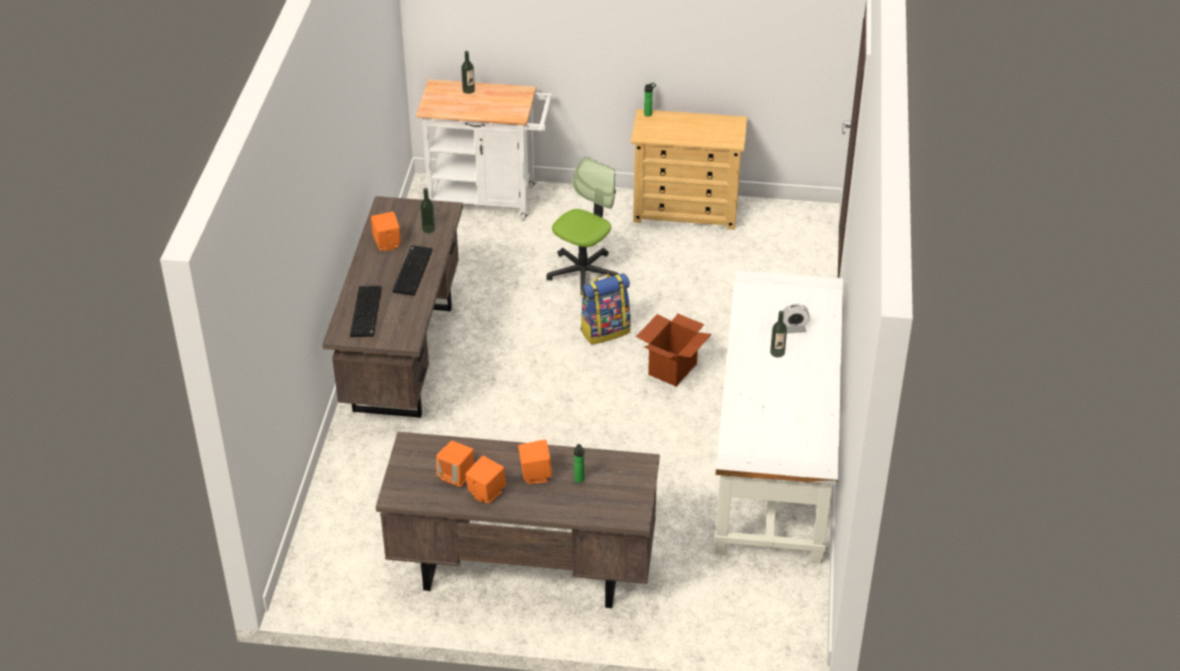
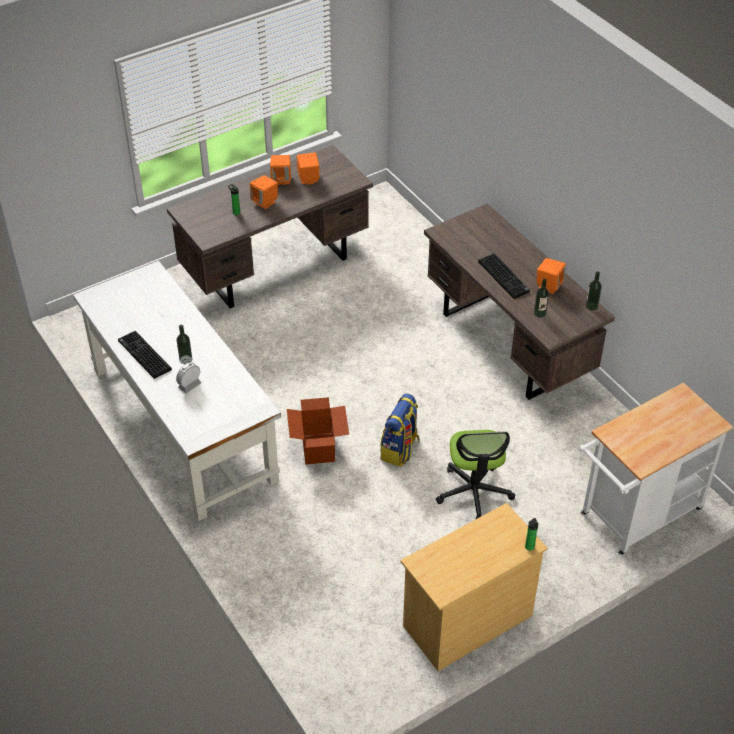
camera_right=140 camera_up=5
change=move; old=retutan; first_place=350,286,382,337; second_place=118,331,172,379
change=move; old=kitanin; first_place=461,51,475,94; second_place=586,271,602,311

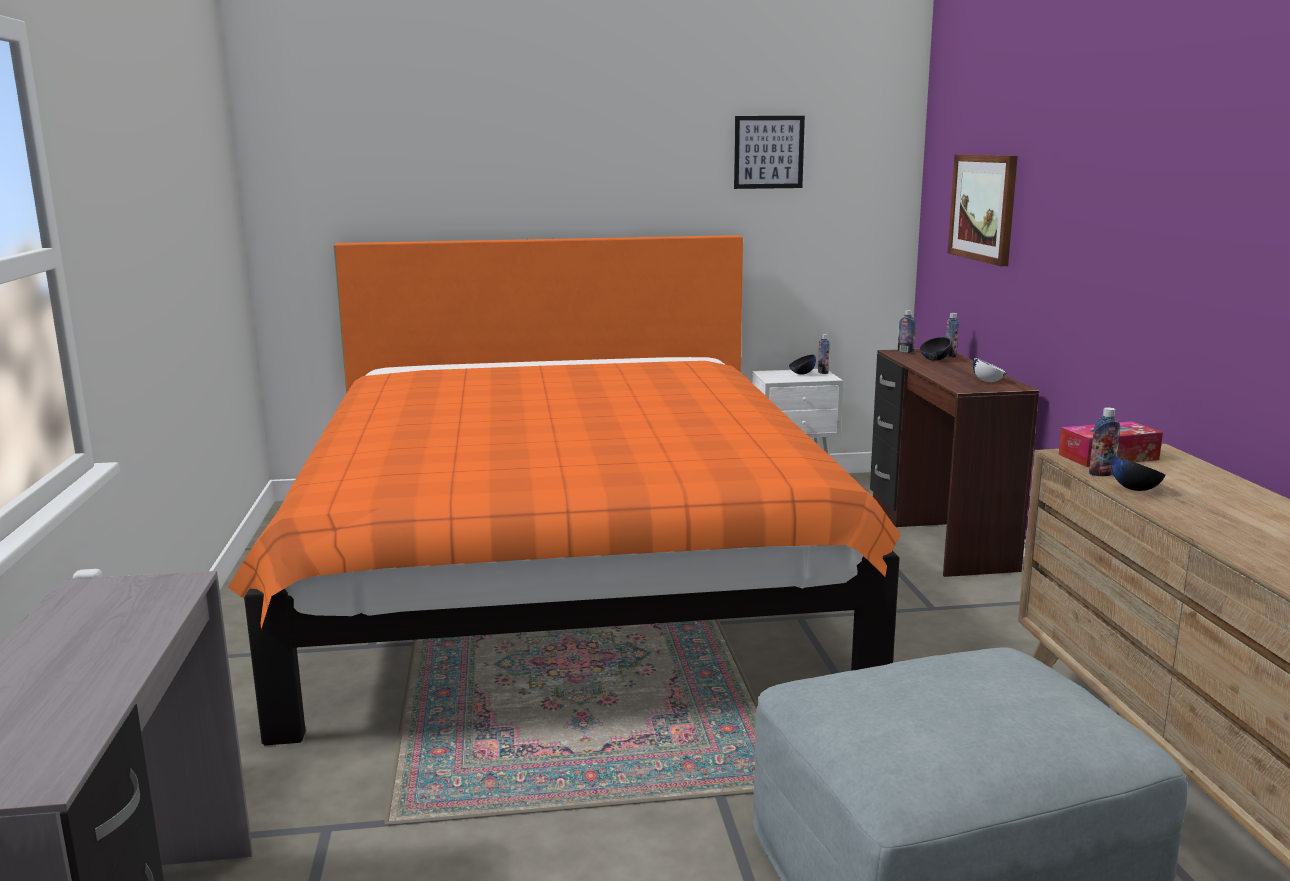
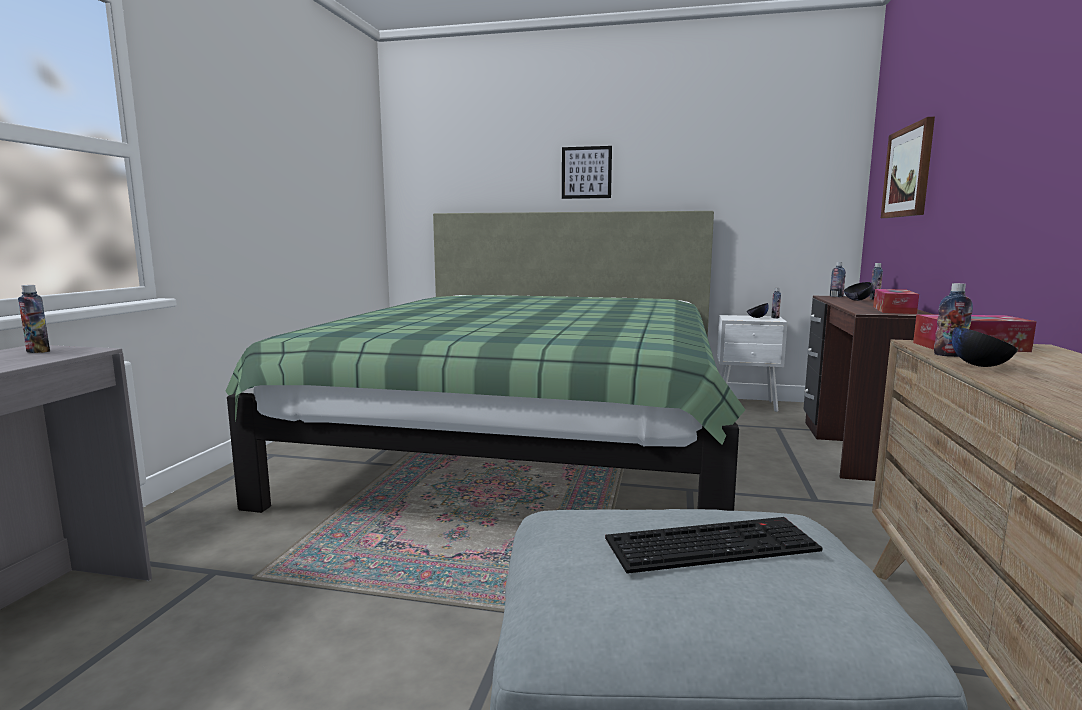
camera_right=20 camera_up=-5
change=insert; new=kitanin; second_place=18,285,50,353
change=insert; new=retutan; second_place=605,517,822,574
change=move; old=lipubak; first_place=734,116,805,189; second_place=562,146,612,199
change=replace; old=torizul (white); new=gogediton; first_place=973,358,1007,382; second_place=873,289,919,314
change=recolor; old=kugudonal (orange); new=kugudonal (green); first_place=228,235,901,745; second_place=225,211,745,513

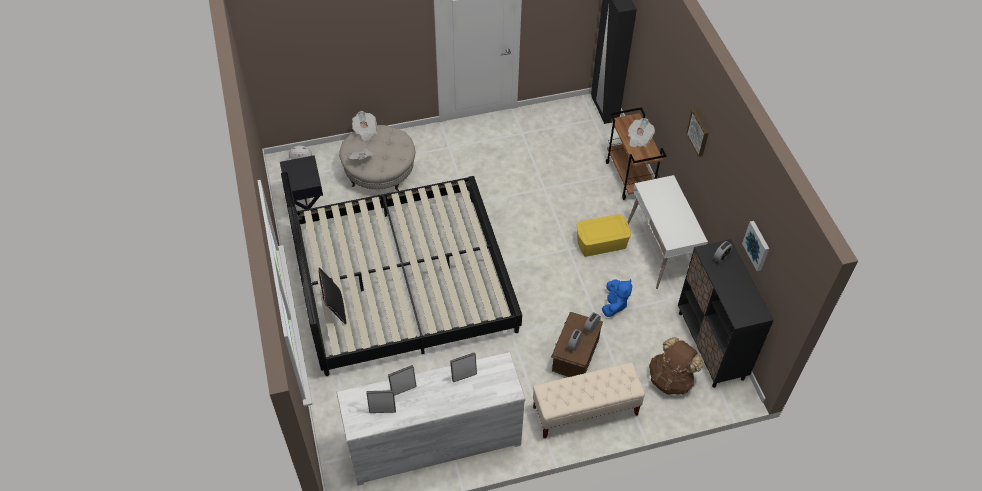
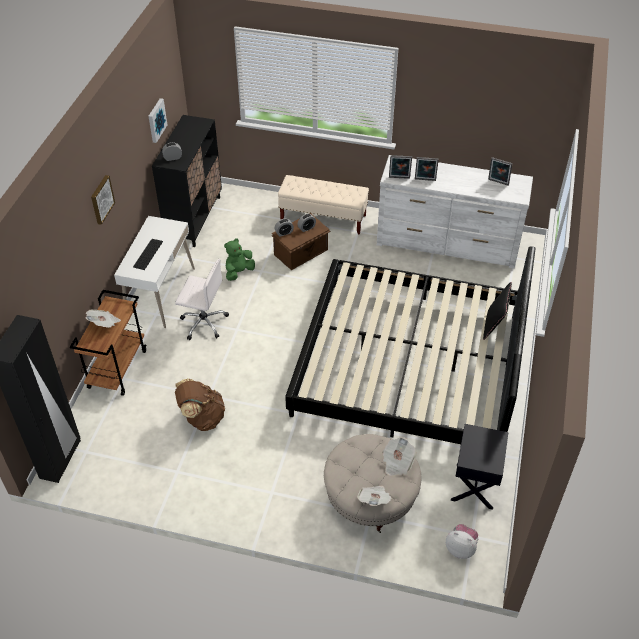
camera_right=-150 camera_up=-5
change=insert; new=retutan; second_place=133,239,163,270
change=move; old=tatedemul; first_place=388,365,417,396; second_place=389,155,412,179
change=move; old=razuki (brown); first_place=649,337,704,395; second_place=175,378,225,431
change=replace; old=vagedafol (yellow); new=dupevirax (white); first_place=577,214,631,257; second_place=175,259,229,340
change=recolor; old=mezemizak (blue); new=mezemizak (green); first_place=602,279,632,317; second_place=224,238,255,281

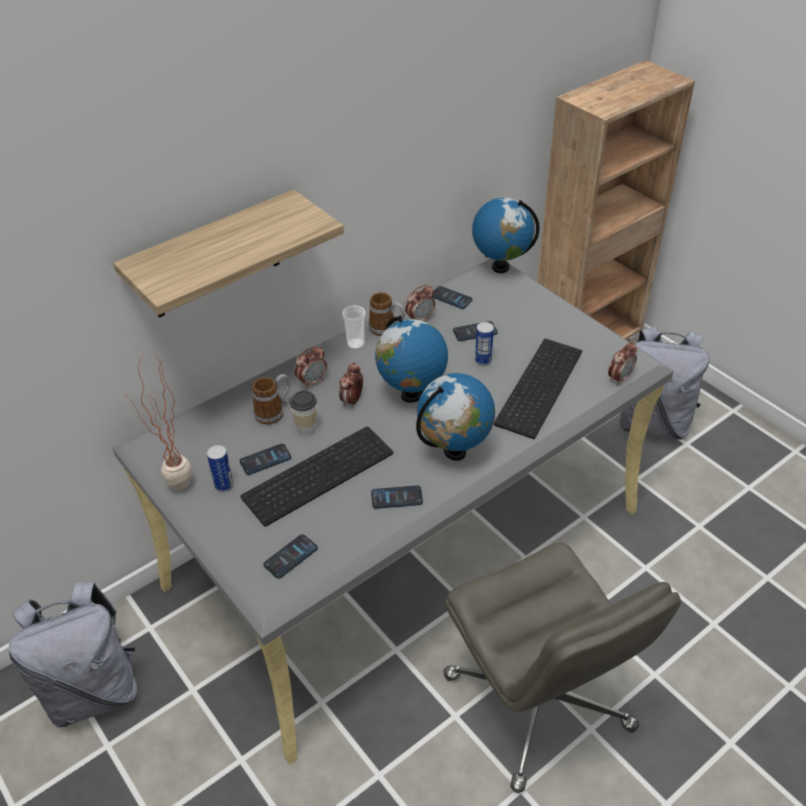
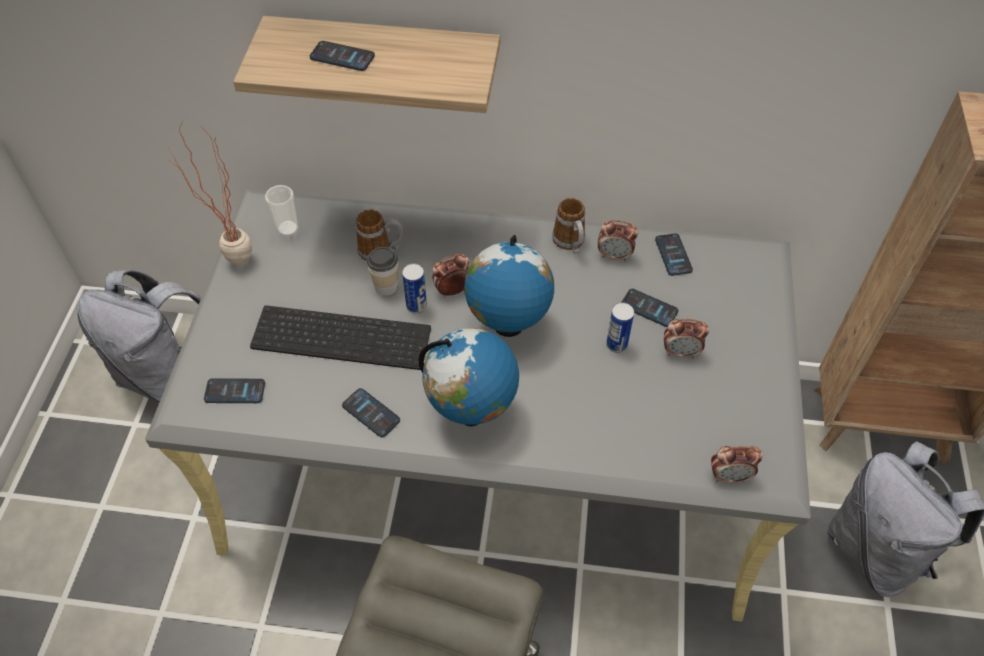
camera_right=45 camera_up=10
change=delete; old=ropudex; first_place=472,198,540,273
change=delete; old=retutan; first_place=494,339,582,439
change=move; old=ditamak; first_place=207,445,234,492; second_place=402,263,427,314
change=move; old=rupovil; first_place=240,444,291,475; second_place=310,41,375,71
change=move; old=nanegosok; first_place=295,346,327,389; second_place=664,319,709,358
change=move; old=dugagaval; first_place=342,305,366,350; second_place=265,185,298,236

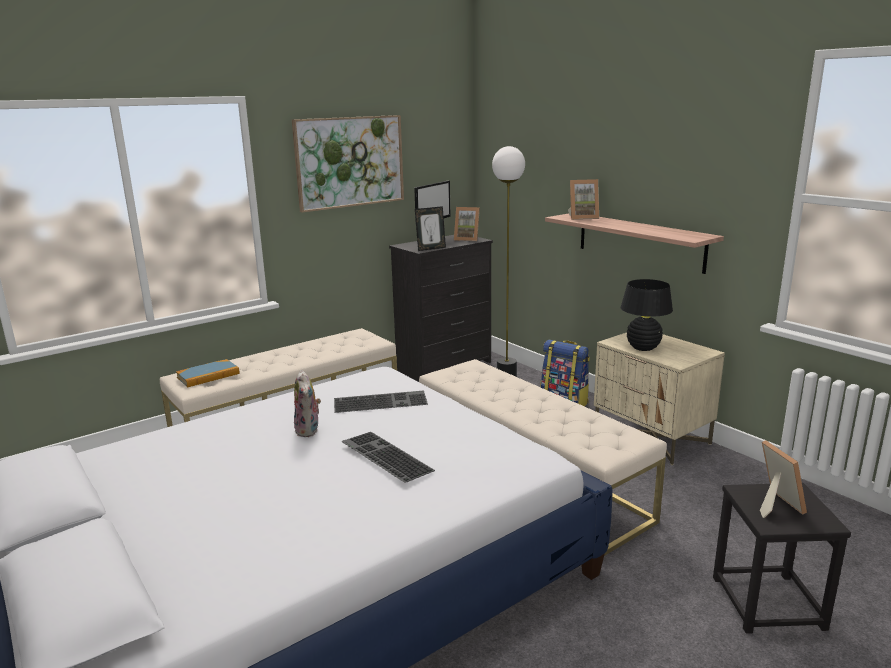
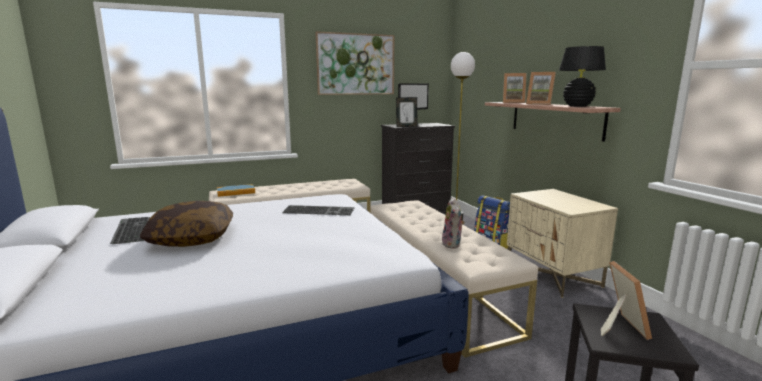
camera_right=15 camera_up=-5
change=insert; new=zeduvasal; second_place=140,201,233,247
change=move; old=mezemizak; first_place=294,370,321,437; second_place=442,197,465,248
change=move; old=retutan; first_place=341,432,435,483; second_place=110,217,150,244
change=move; old=tatedemul; first_place=454,207,480,241; second_place=526,72,556,105
change=move; old=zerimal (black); first_place=620,279,673,351; second_place=559,46,606,107

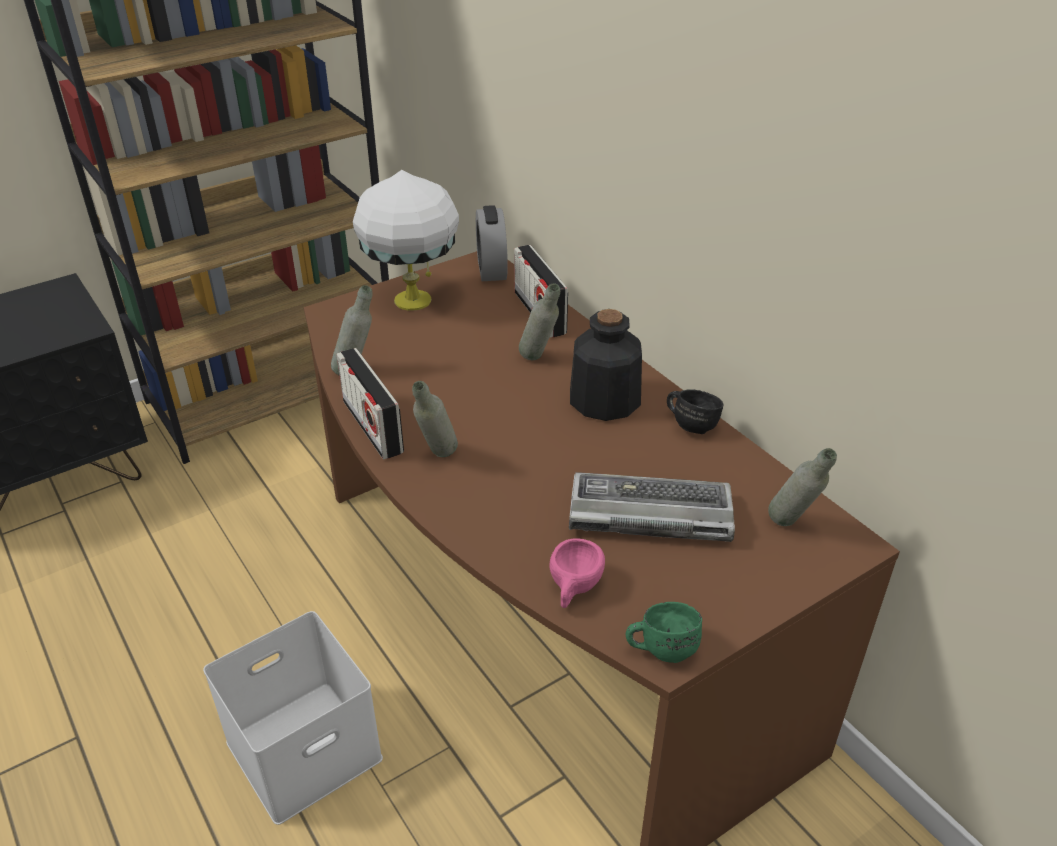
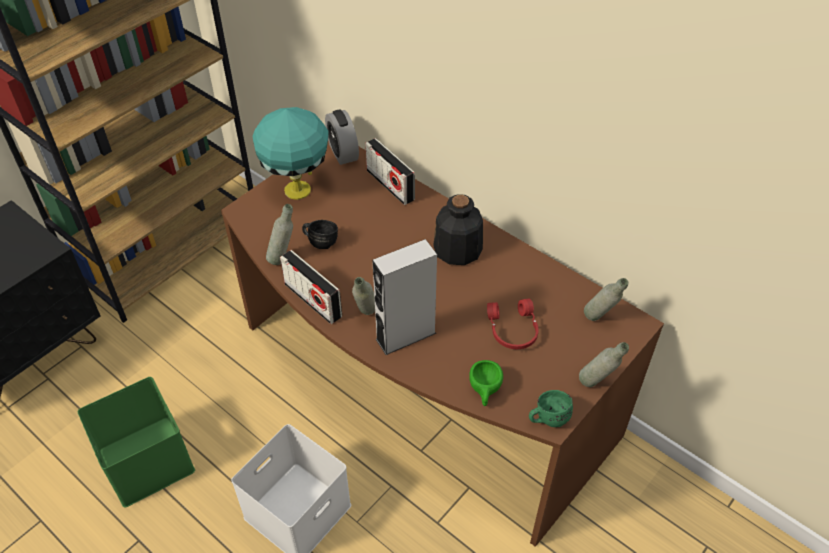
camera_right=-15 camera_up=10
change=insert; new=vagedafol (green); second_place=78,377,195,508
change=insert; new=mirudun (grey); second_place=373,239,437,355
change=move; old=kitanin (grey); first_place=519,283,560,360; second_place=579,342,629,387
change=move; old=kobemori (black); first_place=667,390,723,434; second_place=302,220,338,249
change=replace; old=retutan; new=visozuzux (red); first_place=569,472,735,542; second_place=487,299,539,349
change=recolor; old=zerimal (white); new=zerimal (turquoise); first_place=353,170,459,311; second_place=252,107,329,200
change=recolor; old=dugagaval (pink); new=dugagaval (green); first_place=549,538,605,608; second_place=469,360,503,406

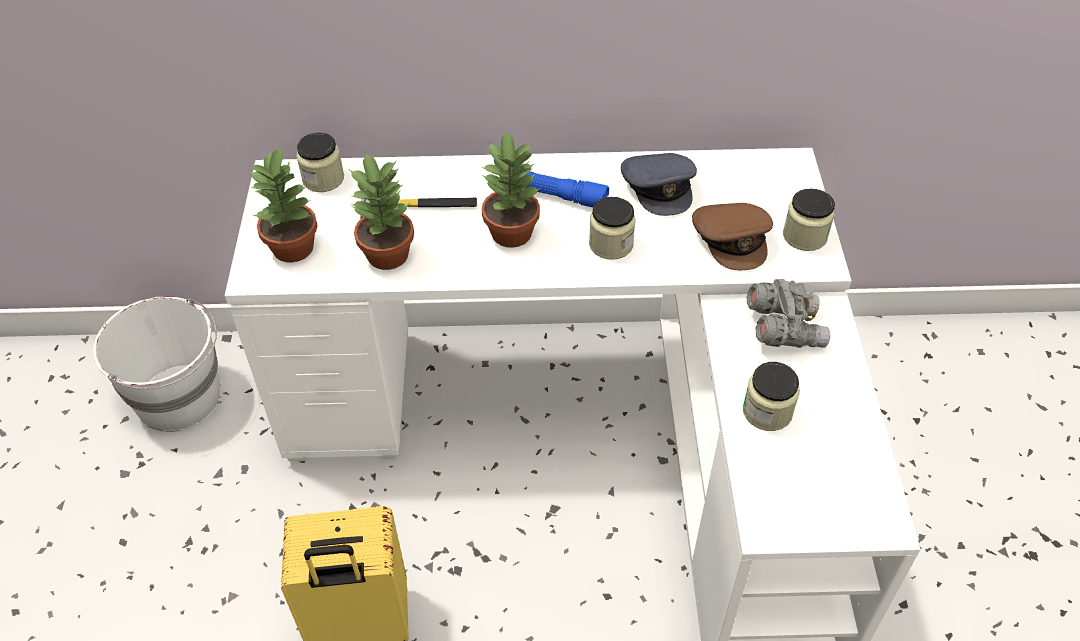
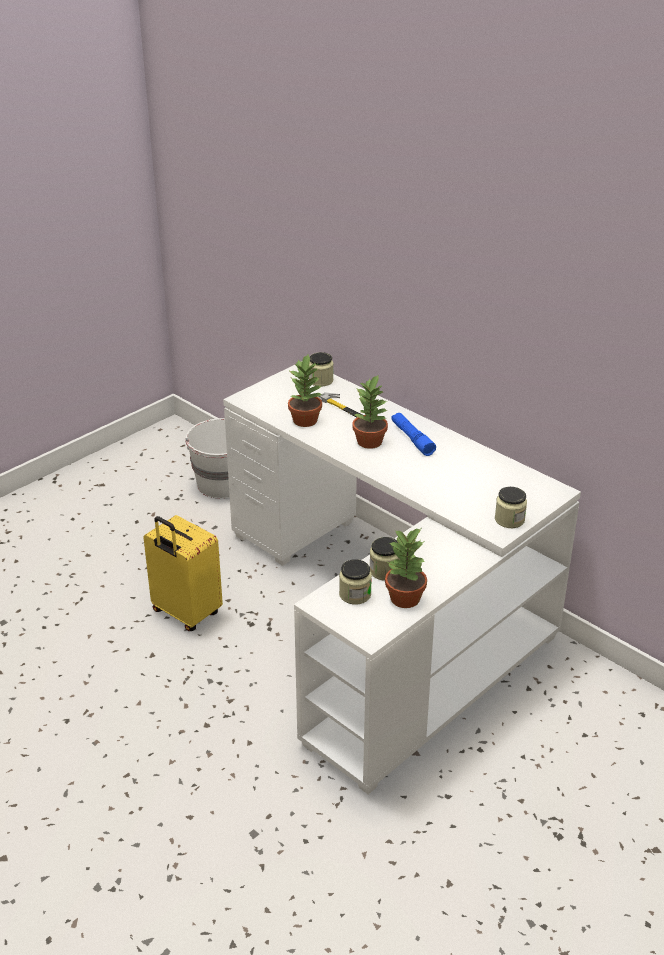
camera_right=45 camera_up=-15
change=delete; old=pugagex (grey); first_place=621,153,697,216
change=delete; old=pugagex (brown); first_place=692,203,773,270
change=delete; old=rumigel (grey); first_place=747,279,830,348
change=move; old=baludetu; first_place=249,145,318,262; second_place=385,529,427,608
change=move; old=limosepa; first_place=589,197,636,260; second_place=339,559,372,605

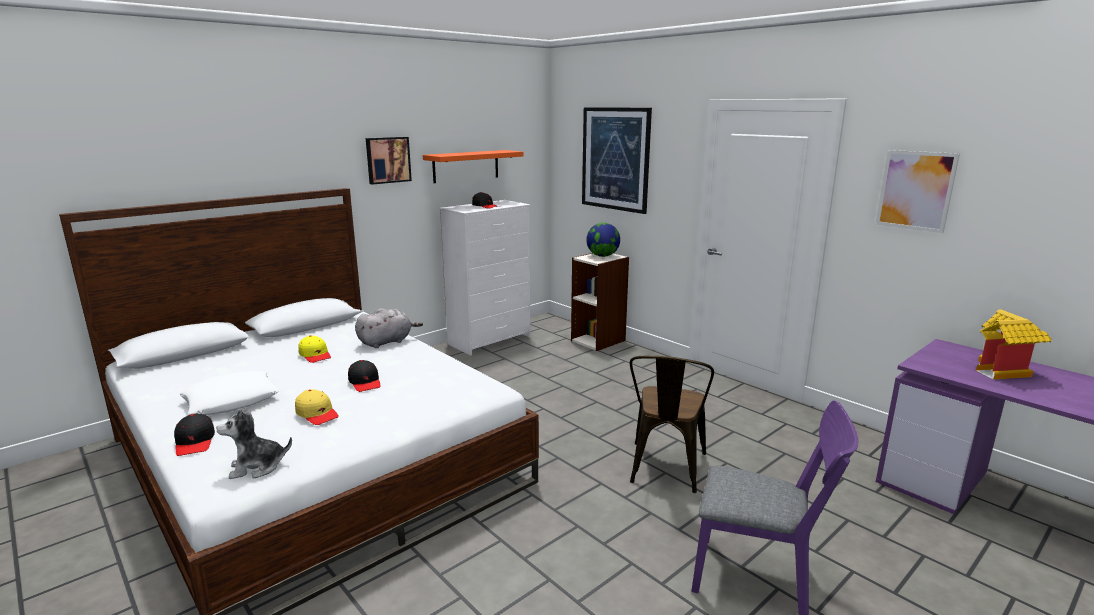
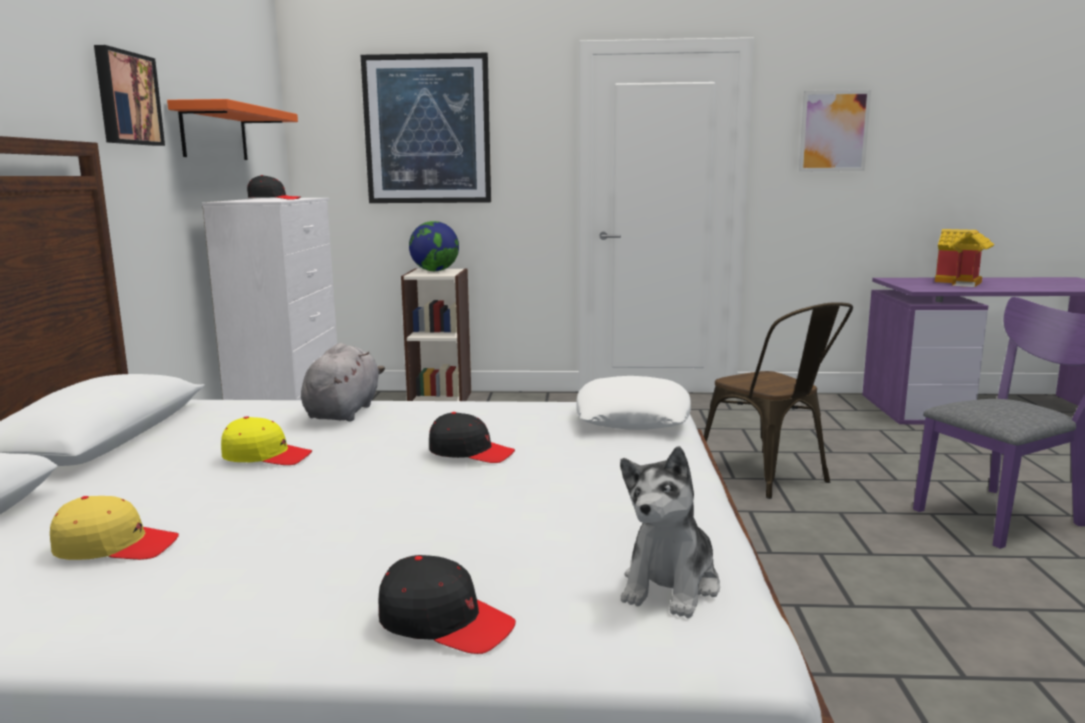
camera_right=-45 camera_up=-5
change=move; old=zeduvasal (white); first_place=179,371,280,415; second_place=576,376,691,430
change=move; old=pugagex (yellow); first_place=295,389,339,425; second_place=50,496,179,560

